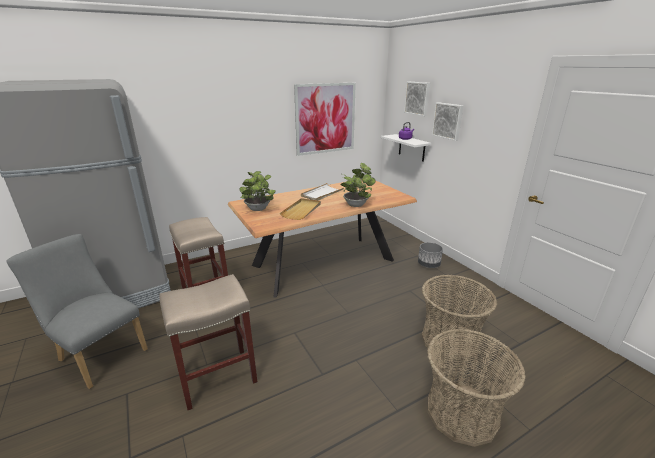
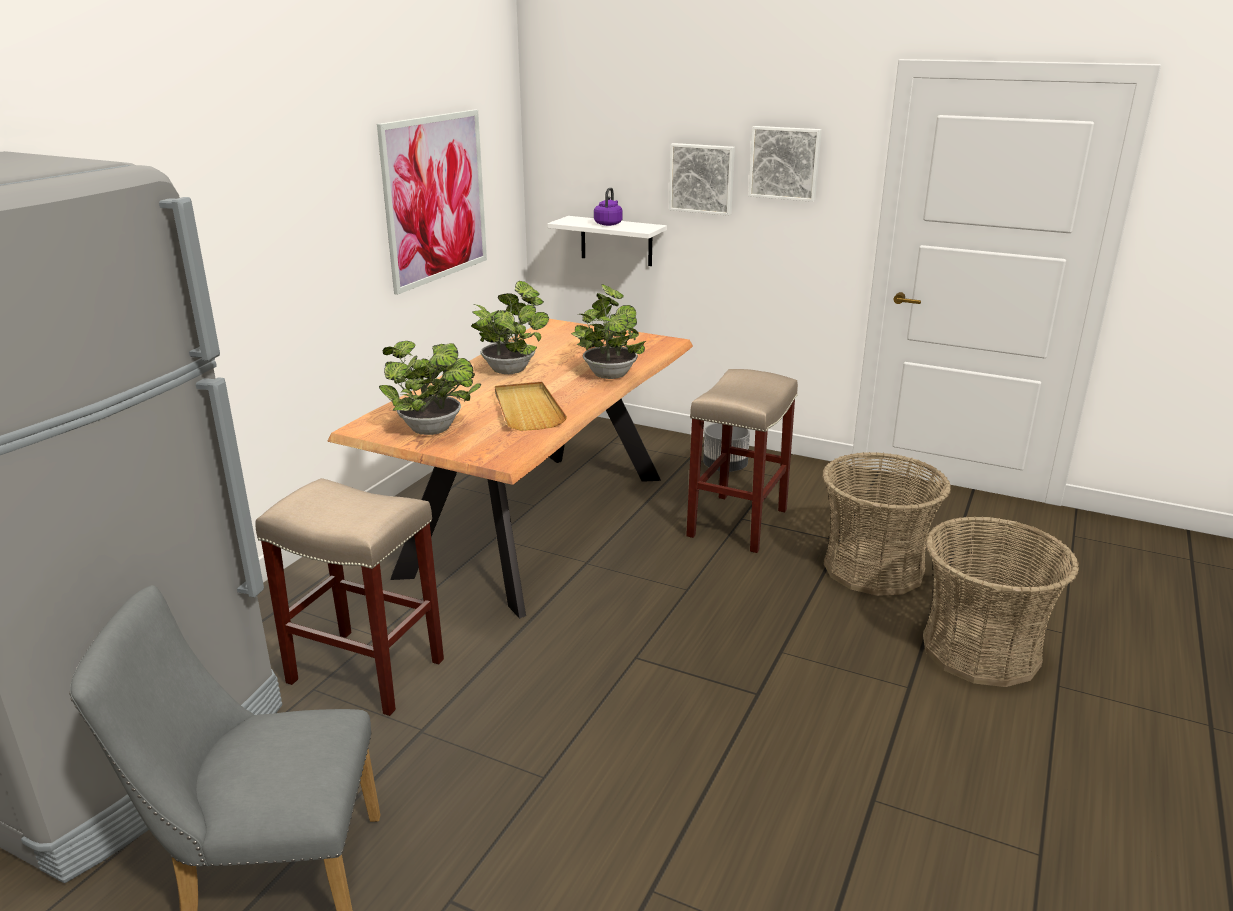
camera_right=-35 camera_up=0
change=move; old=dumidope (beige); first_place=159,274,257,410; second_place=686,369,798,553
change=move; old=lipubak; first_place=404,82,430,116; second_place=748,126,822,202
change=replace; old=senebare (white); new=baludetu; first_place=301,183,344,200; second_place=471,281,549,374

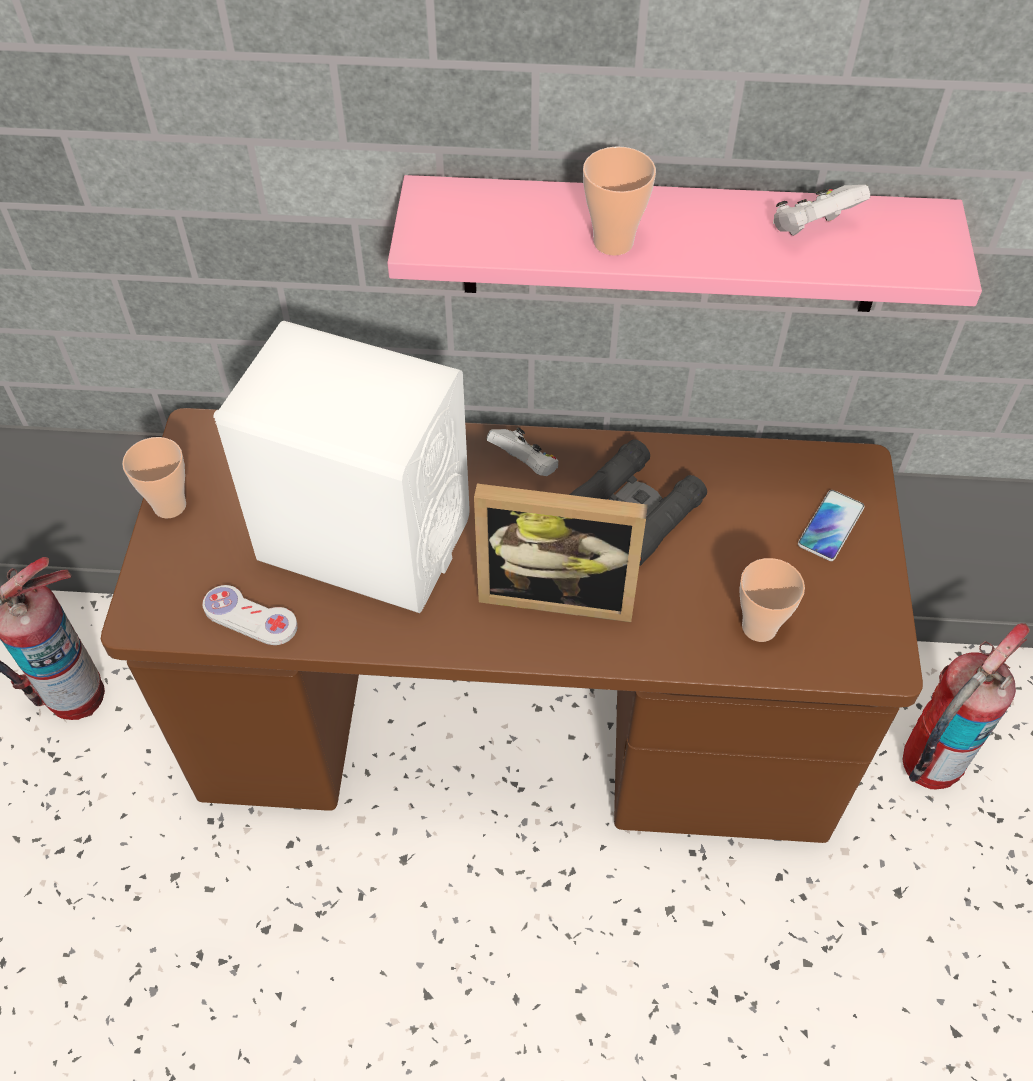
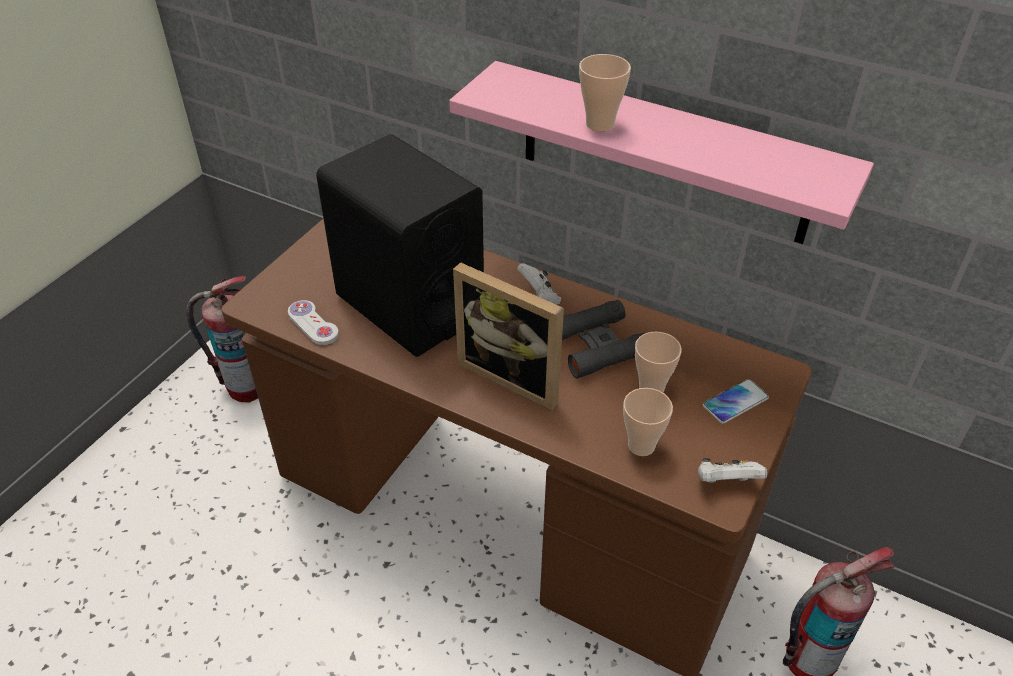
camera_right=25 camera_up=-10
change=move; old=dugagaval; first_place=122,437,186,518; second_place=635,332,682,392
change=move; old=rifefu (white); first_place=773,185,870,236; second_place=698,458,767,483
change=recolor; old=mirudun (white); new=mirudun (black); first_place=213,321,470,613; second_place=316,134,484,357

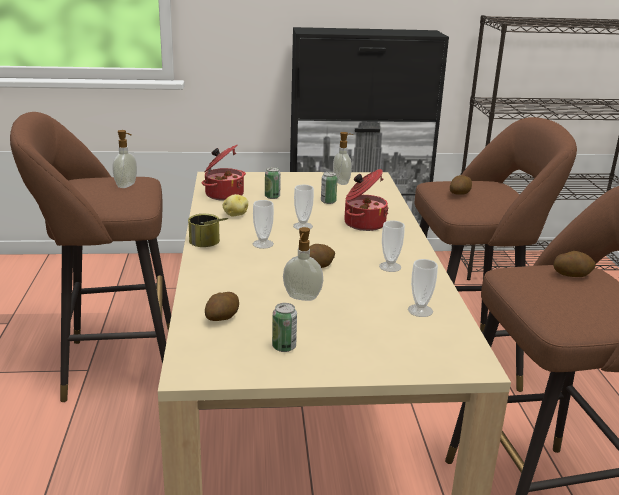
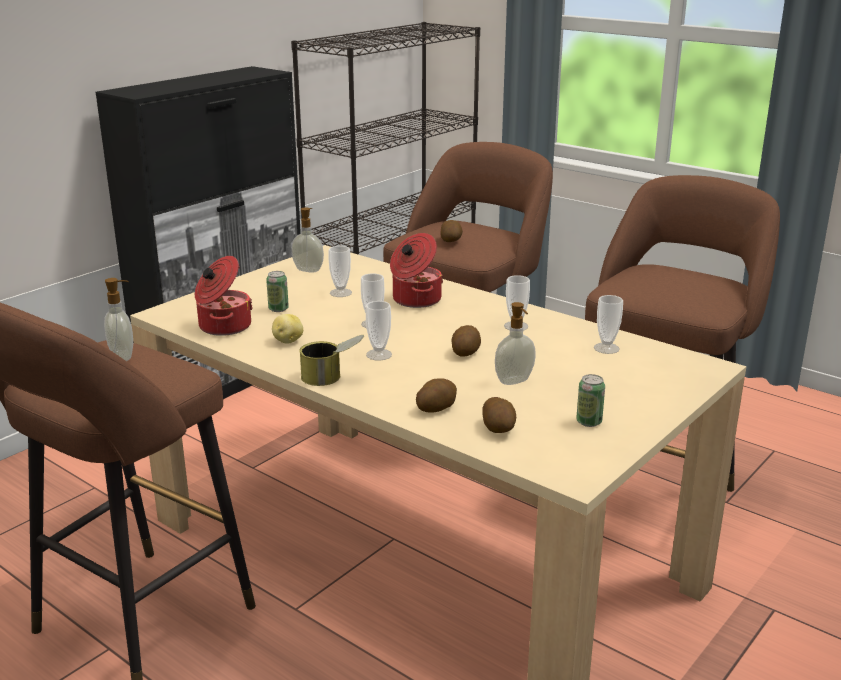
camera_right=-45 camera_up=0
change=move; old=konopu; first_place=553,251,596,277; second_place=416,379,457,413
change=replace; old=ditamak; new=dugagaval; first_place=321,172,338,204; second_place=329,246,352,297

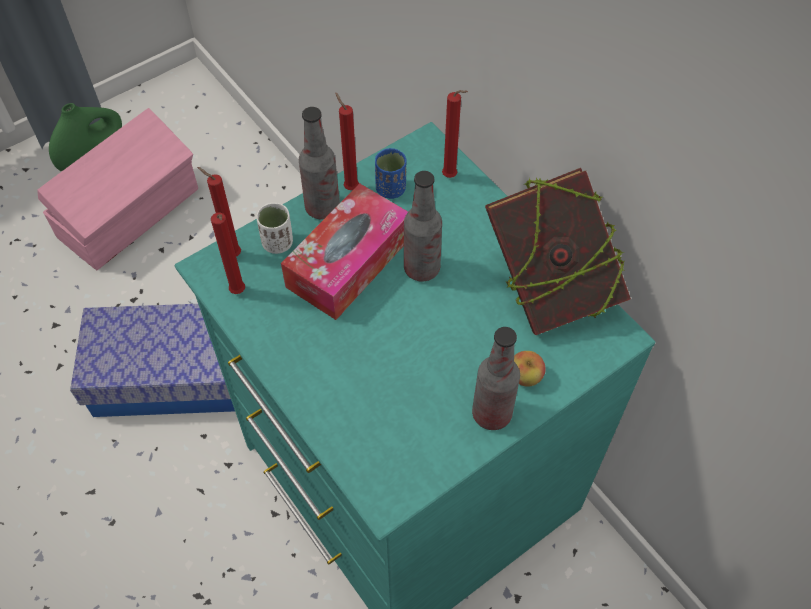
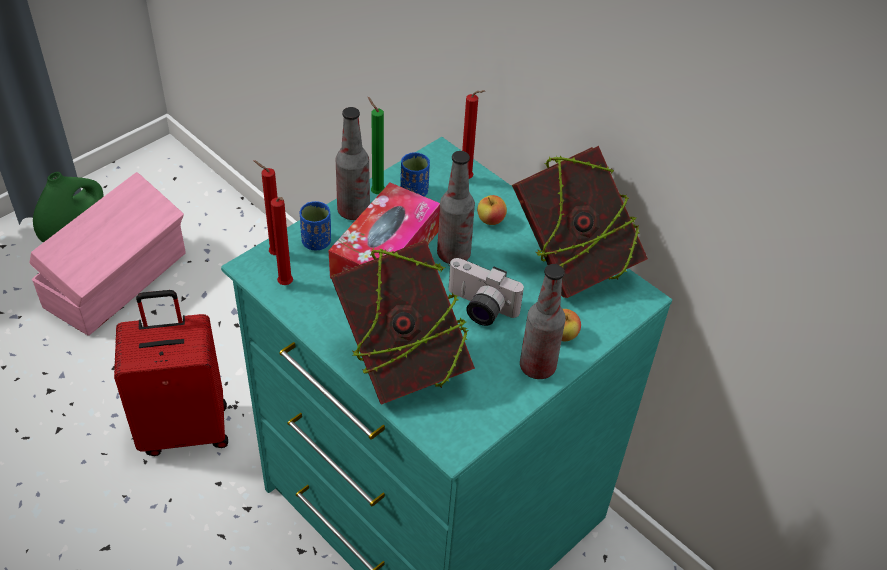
camera_right=-10 camera_up=-10
change=insert; new=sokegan; second_place=331,240,475,405
change=insert; new=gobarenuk; second_place=448,258,524,326
change=insert; new=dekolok; second_place=477,195,507,225
change=replace; old=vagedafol; new=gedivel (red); first_place=70,304,235,417; second_place=114,290,228,456
change=recolor; old=dugagaval (white); new=dugagaval (blue); first_place=256,203,293,254; second_place=299,201,331,250
change=recolor; old=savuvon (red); new=savuvon (green); first_place=335,92,359,190; second_place=368,97,385,194

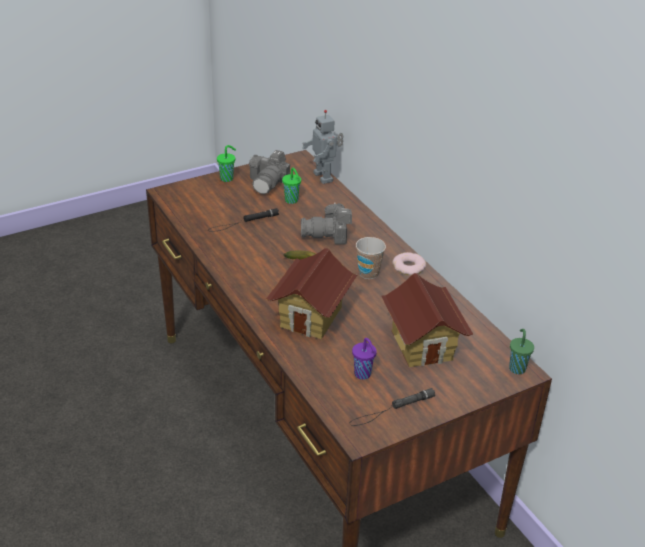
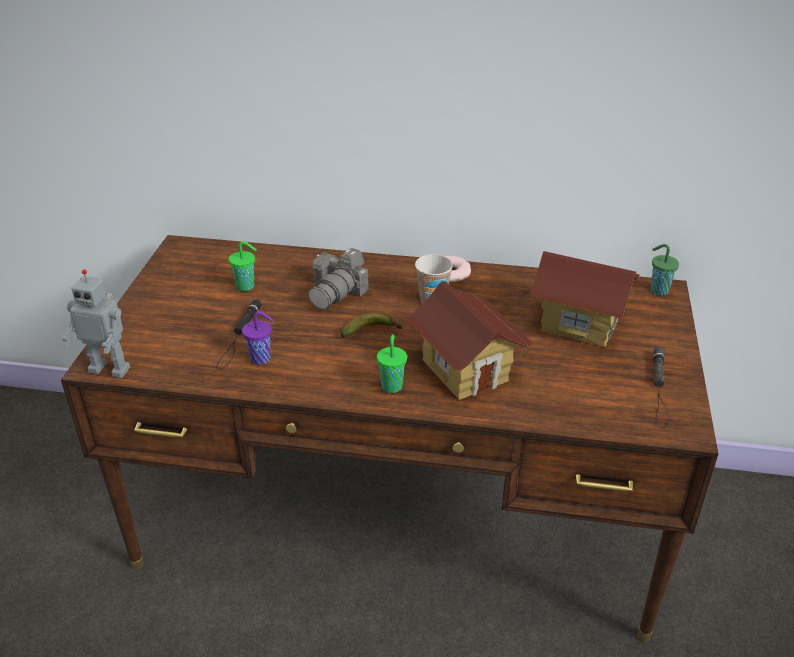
camera_right=-50 camera_up=0
change=delete; old=gobarenuk; first_place=249,150,290,194
change=move; old=dugagaval (green); first_place=217,145,236,182; second_place=377,334,407,393
change=move; old=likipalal; first_place=302,110,344,184; second_place=61,269,130,378
change=move; old=dugagaval (purple); first_place=352,338,377,380; second_place=242,311,274,365

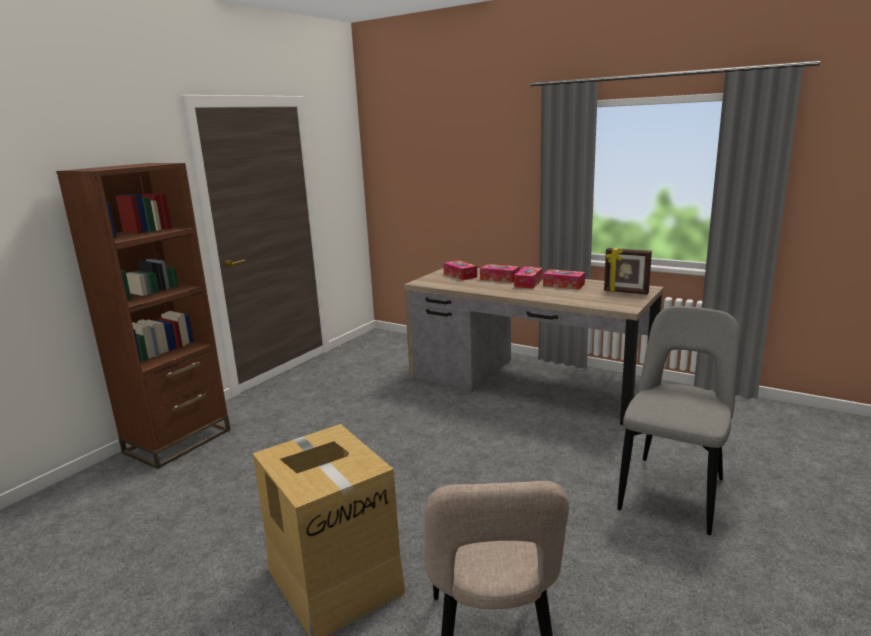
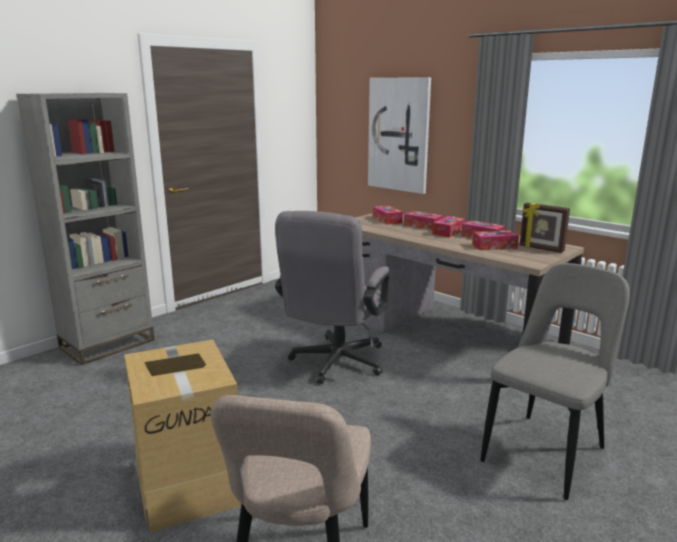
camera_right=10 camera_up=0
change=insert; new=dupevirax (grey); second_place=275,211,390,384
change=insert; new=lipubak; second_place=368,77,431,194
change=insert; new=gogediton; second_place=472,231,519,250
change=recolor; old=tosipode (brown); new=tosipode (grey); first_place=56,163,231,469; second_place=16,93,155,365

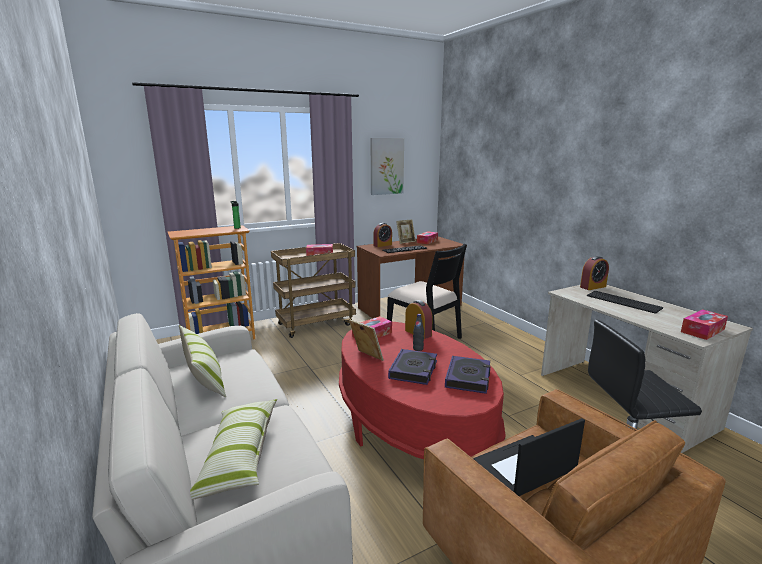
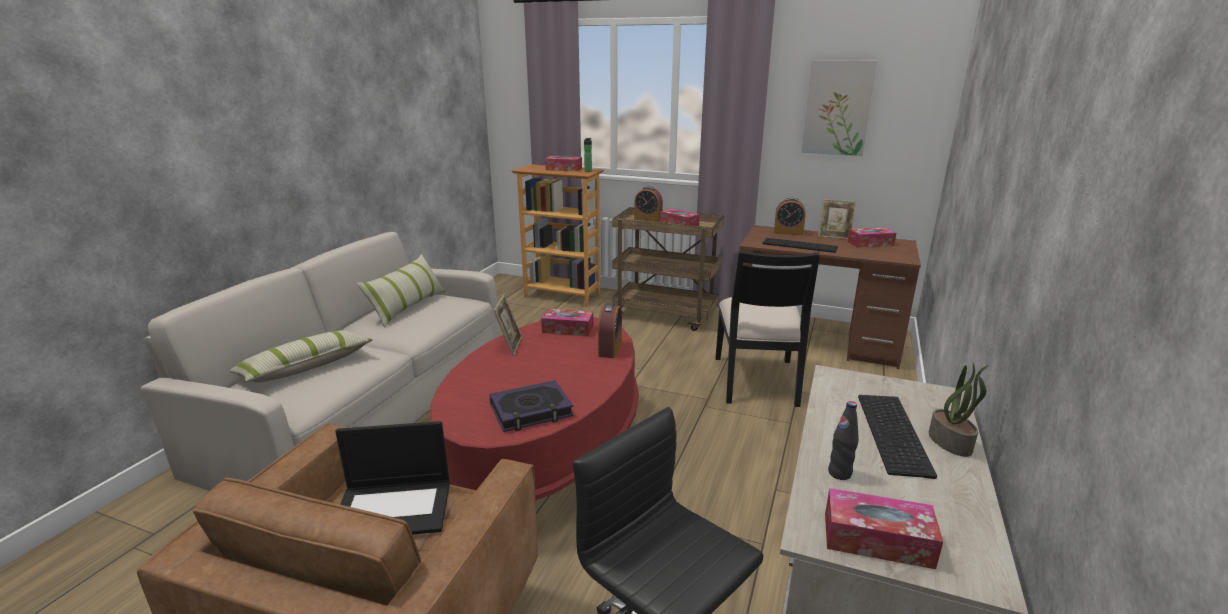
camera_right=50 camera_up=5
change=delete; old=sokegan; first_place=388,349,437,385
change=insert; new=gogediton; second_place=545,156,582,171
change=insert; new=baludetu; second_place=929,363,989,457
change=move; old=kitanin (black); first_place=413,314,424,351; second_place=828,401,859,480
change=move; old=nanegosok; first_place=580,256,609,290; second_place=634,186,663,222
change=rotate; old=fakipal; first_place=473,418,585,496; second_place=335,421,450,535; degrees=150

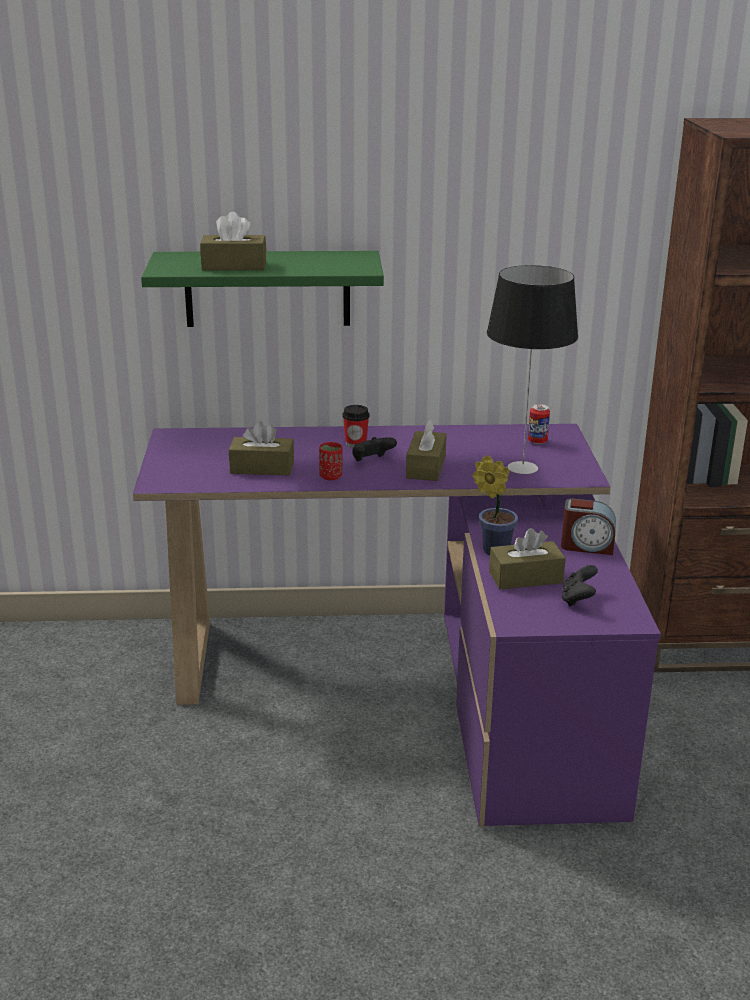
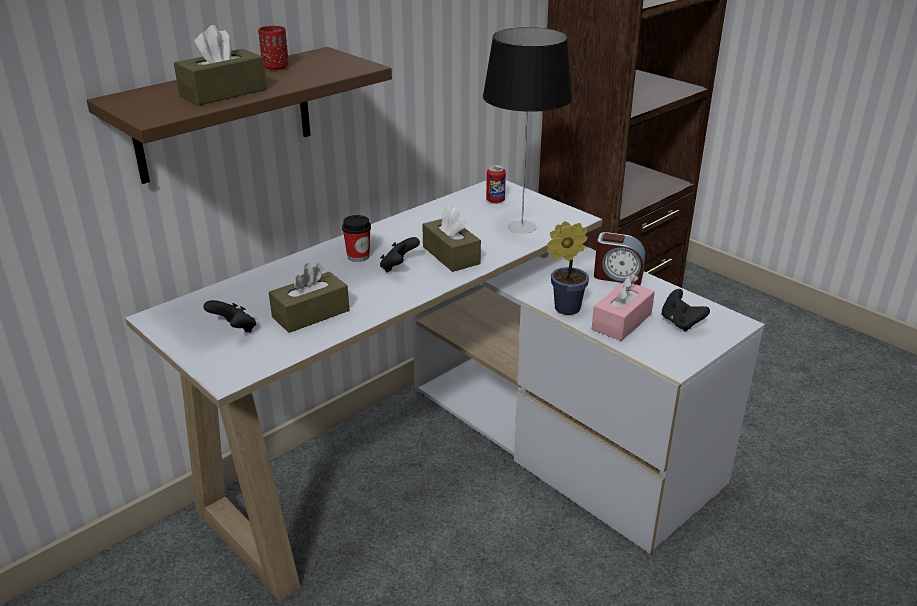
camera_right=-40 camera_up=5
change=insert; new=rifefu (black); second_place=203,300,256,332
change=move; old=dugagaval (red); first_place=319,442,342,480; second_place=258,26,289,70
change=recolor; old=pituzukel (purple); new=pituzukel (white); first_place=133,424,661,827; second_place=125,180,765,601
change=recolor; old=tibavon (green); new=tibavon (brown); first_place=141,251,384,327; second_place=87,47,392,184
change=recolor; old=gogediton (brown); new=gogediton (pink); first_place=489,528,566,590; second_place=592,274,655,341
change=rotate; old=nanegosok; first_place=561,499,616,555; second_place=594,232,646,285; degrees=45

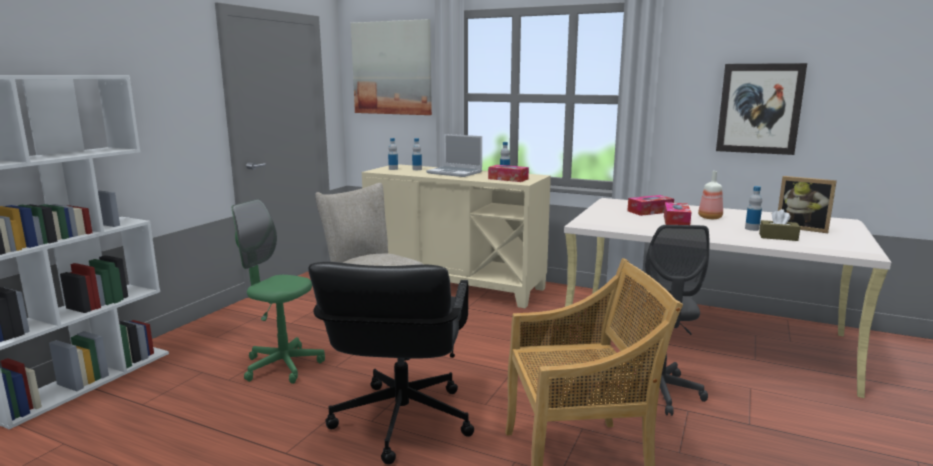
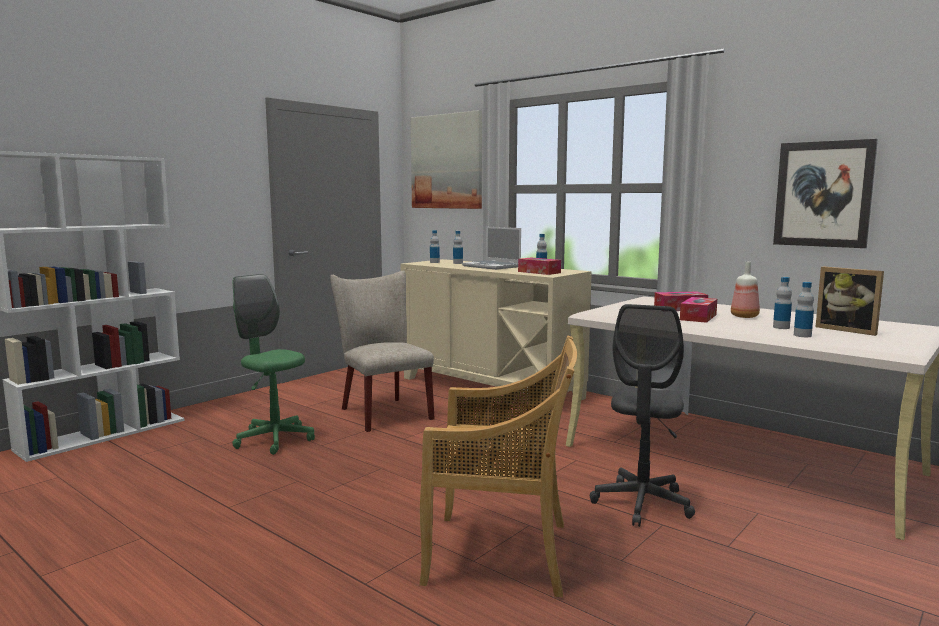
camera_right=15 camera_up=-5
change=delete; old=dupevirax (black); first_place=308,262,474,464
change=replace; old=gogediton (brown); new=kitanin; first_place=759,209,800,241; second_place=794,282,814,337

